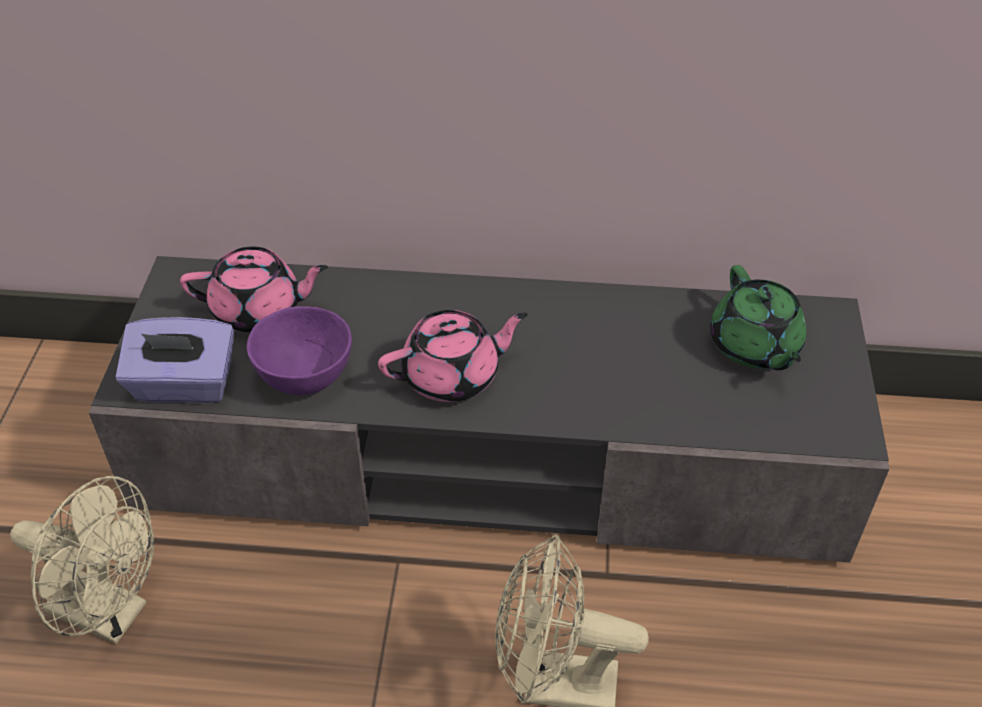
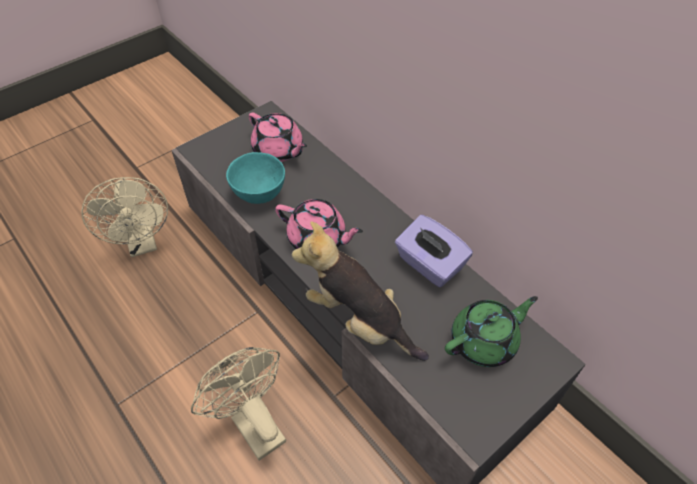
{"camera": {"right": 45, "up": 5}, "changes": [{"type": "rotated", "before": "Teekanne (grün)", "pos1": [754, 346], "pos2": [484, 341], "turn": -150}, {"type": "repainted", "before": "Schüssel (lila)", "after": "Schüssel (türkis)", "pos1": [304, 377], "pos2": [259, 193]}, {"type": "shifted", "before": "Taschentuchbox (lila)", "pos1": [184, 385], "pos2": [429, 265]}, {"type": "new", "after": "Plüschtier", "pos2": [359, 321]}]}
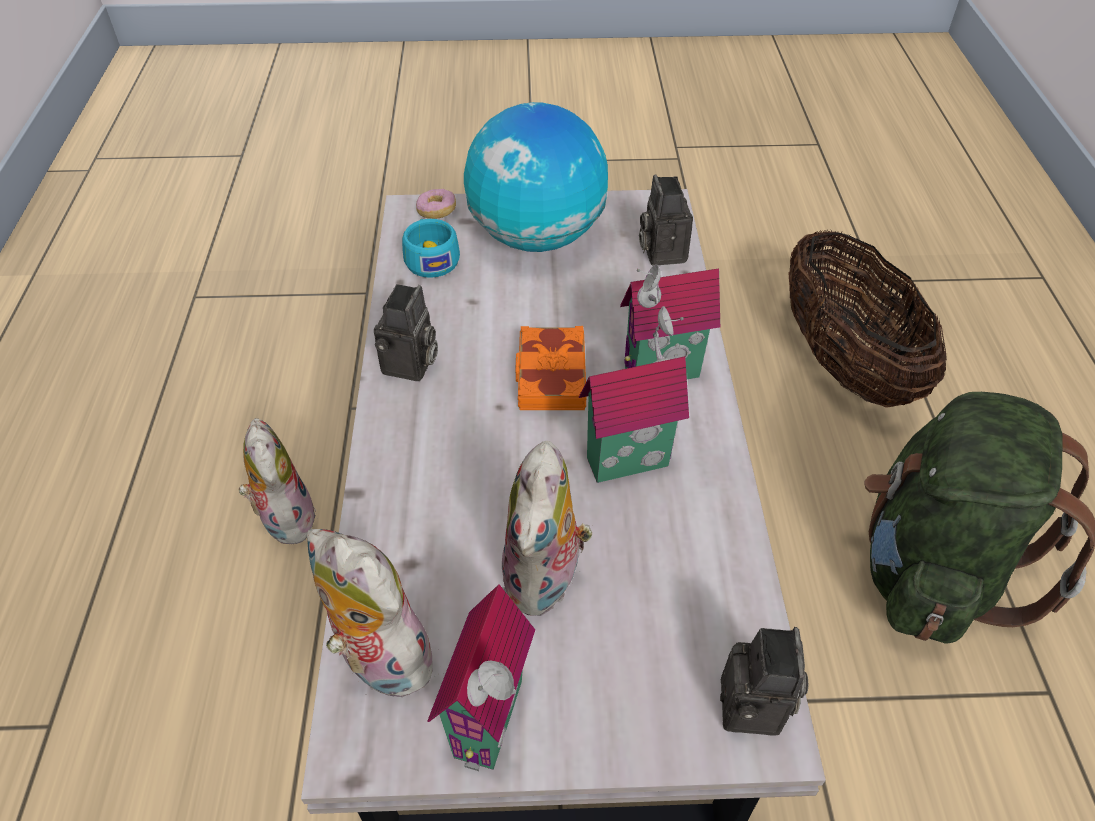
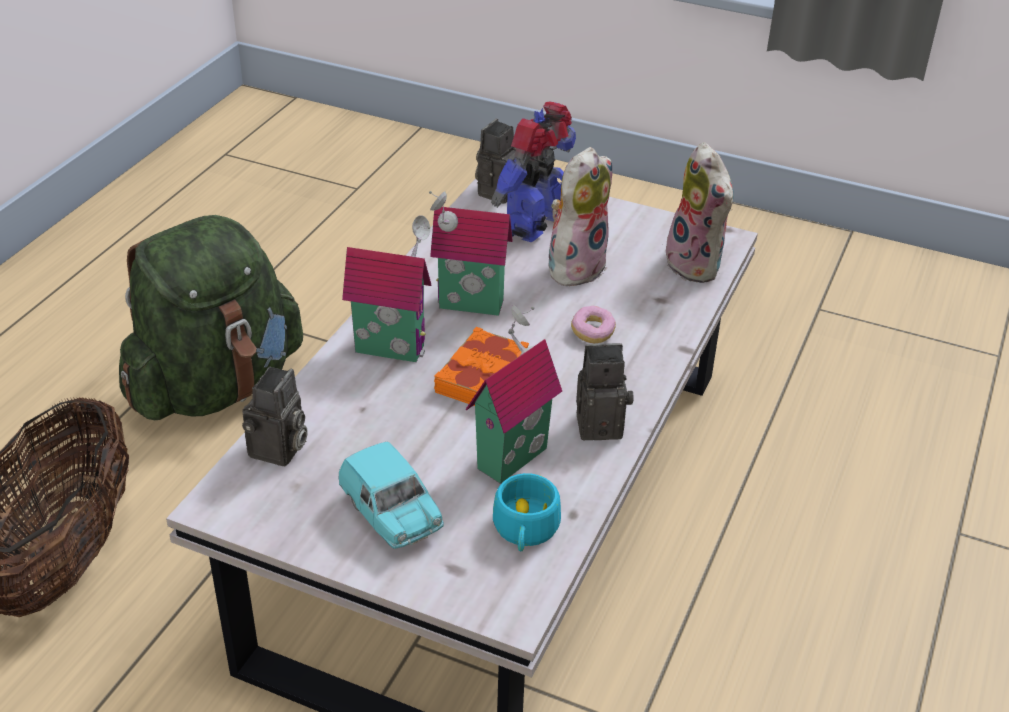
{"camera": {"right": -155, "up": -10}, "changes": [{"type": "swapped", "before": "Globus", "after": "Spielzeugauto (türkis)", "pos1": [536, 237], "pos2": [391, 516]}, {"type": "shifted", "before": "Donut", "pos1": [436, 211], "pos2": [592, 332]}, {"type": "rotated", "before": "Kamera", "pos1": [410, 366], "pos2": [601, 424], "turn": 45}, {"type": "gone", "before": "Plüschtier", "pos1": [284, 517]}, {"type": "shifted", "before": "Spielzeughaus", "pos1": [495, 722], "pos2": [509, 455]}, {"type": "new", "after": "Spielzeugroboter", "pos2": [537, 224]}]}
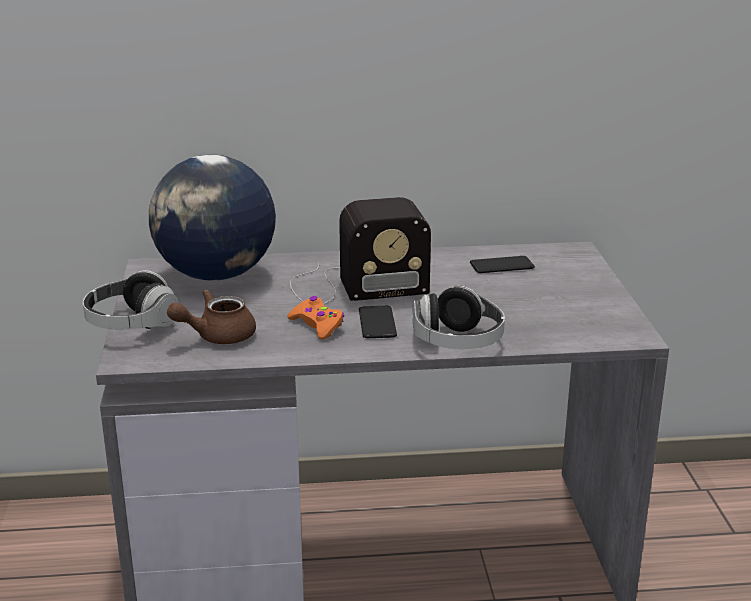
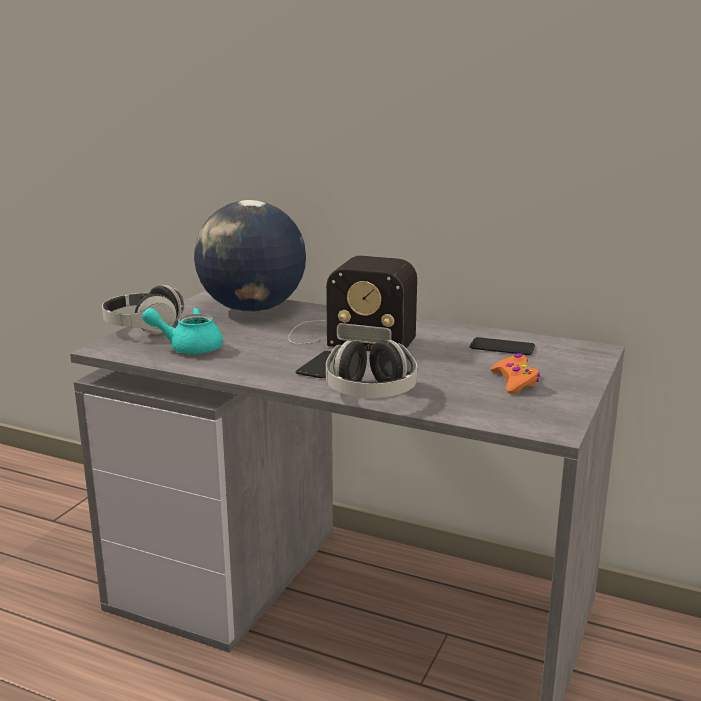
{"camera": {"right": 30, "up": -5}, "changes": [{"type": "repainted", "before": "Teekanne (braun)", "after": "Teekanne (türkis)", "pos1": [217, 336], "pos2": [188, 347]}, {"type": "shifted", "before": "Gamepad (orange)", "pos1": [317, 325], "pos2": [515, 381]}]}
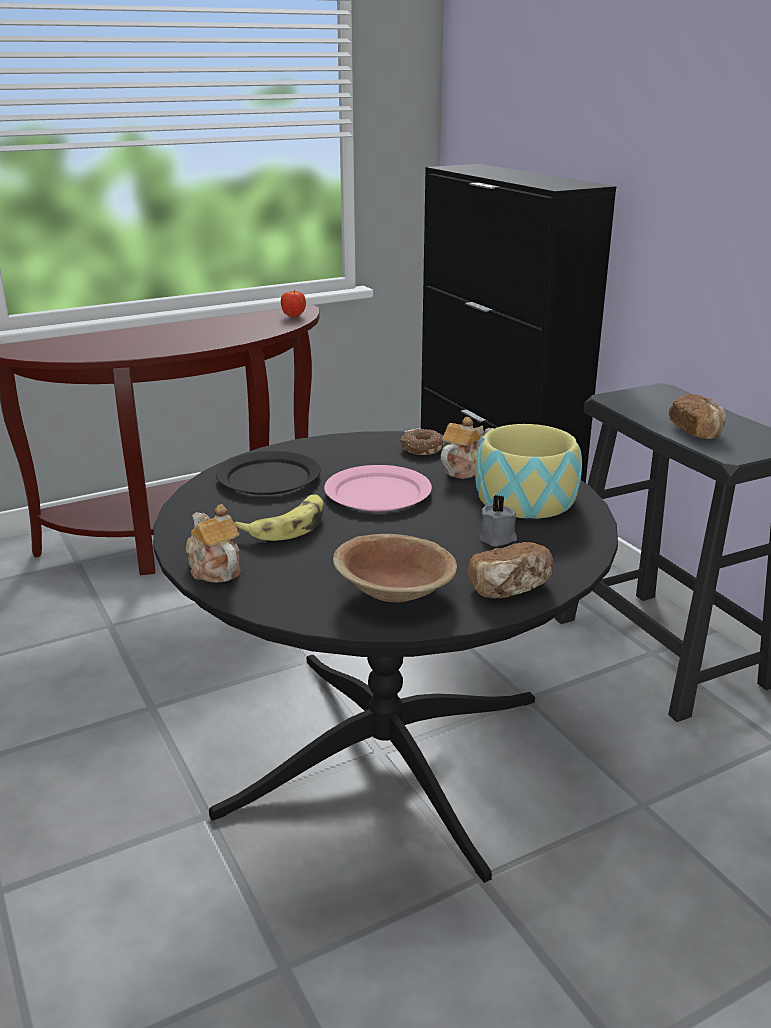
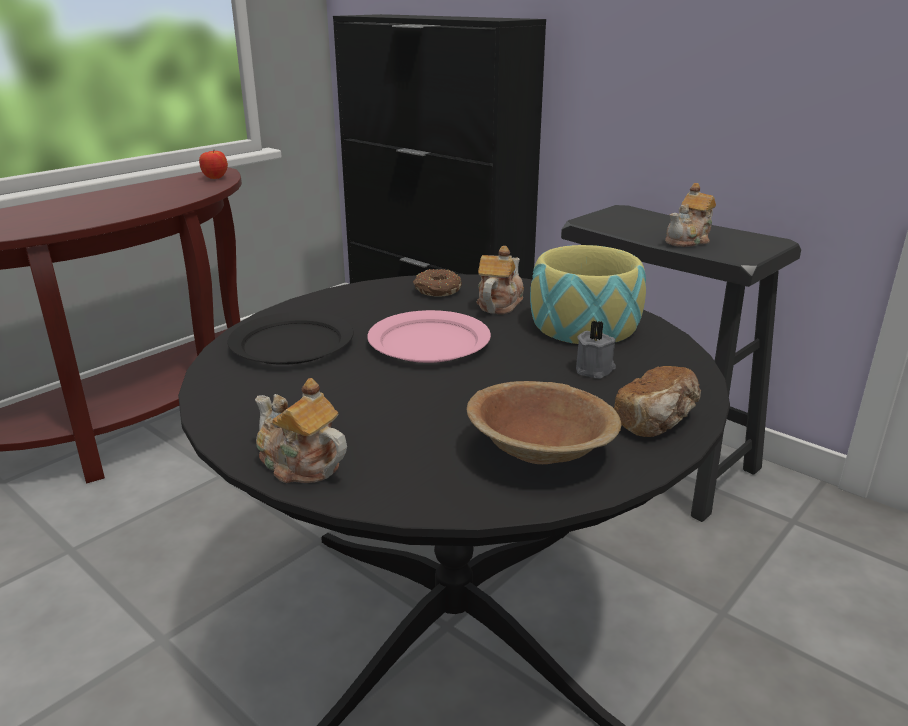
{"camera": {"right": -20, "up": 0}, "changes": [{"type": "swapped", "before": "Brot", "after": "Teekanne", "pos1": [696, 431], "pos2": [689, 240]}, {"type": "gone", "before": "Banane", "pos1": [287, 526]}]}
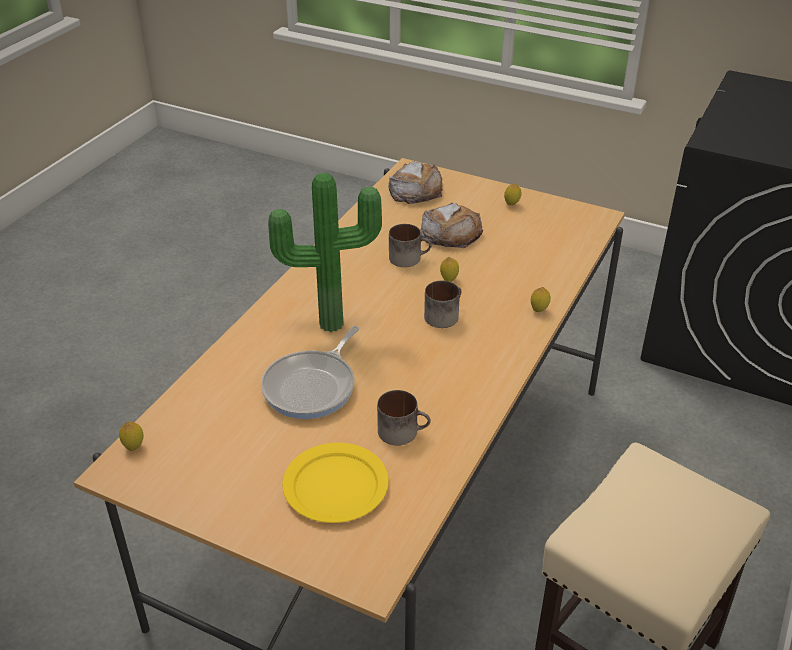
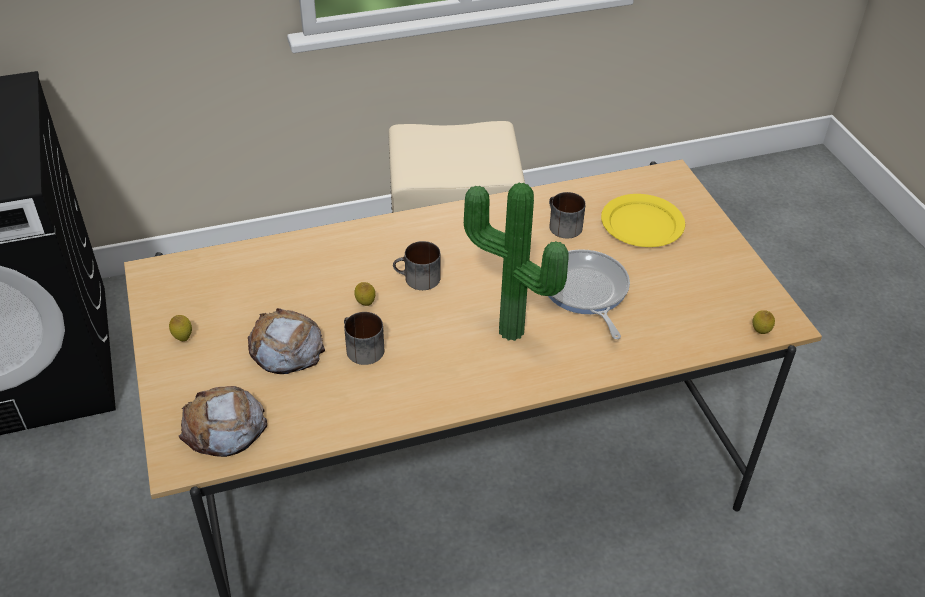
{"camera": {"right": -135, "up": 5}, "changes": [{"type": "gone", "before": "Zitrone", "pos1": [539, 310]}, {"type": "rotated", "before": "Pfanne", "pos1": [313, 386], "pos2": [585, 291], "turn": -90}]}
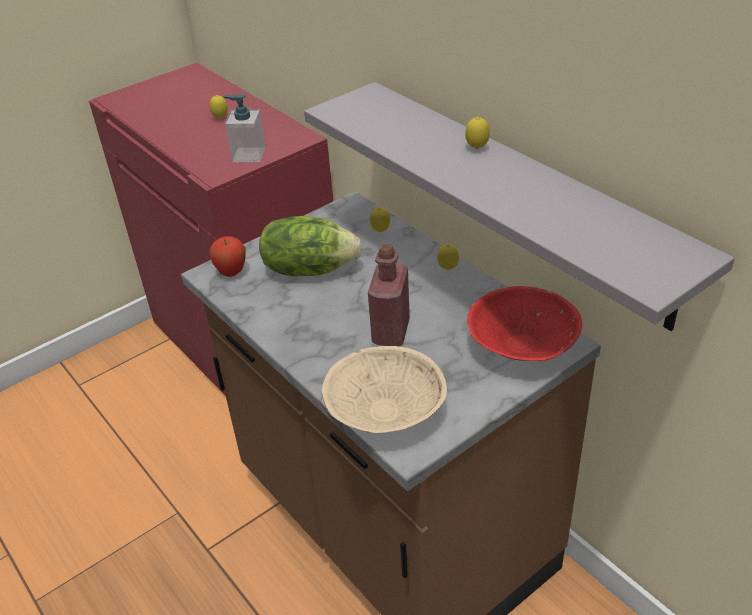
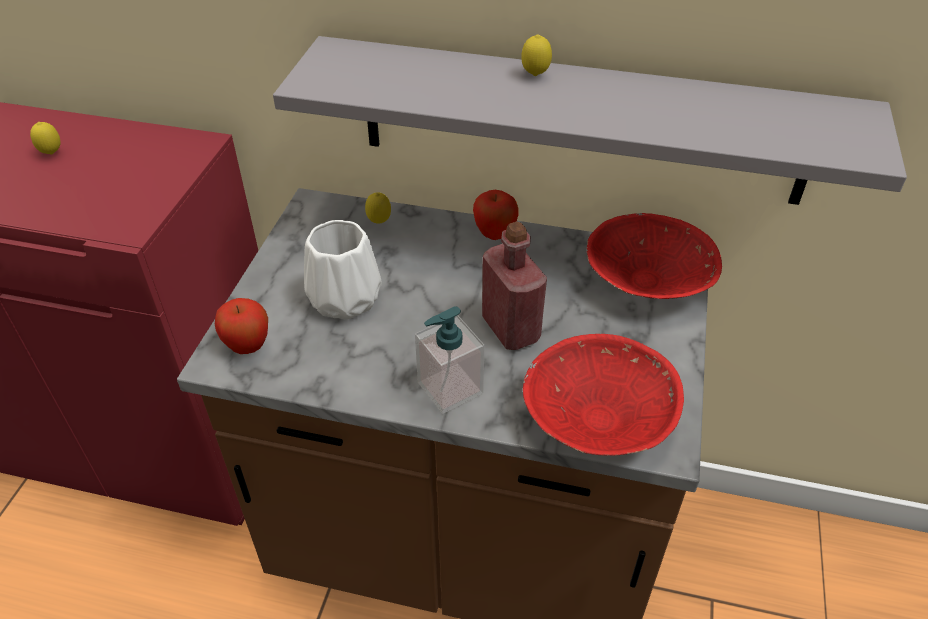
{"camera": {"right": -40, "up": 5}, "changes": [{"type": "shifted", "before": "Seifenspender", "pos1": [248, 155], "pos2": [449, 388]}, {"type": "swapped", "before": "Salatkopf", "after": "Vase (weiß)", "pos1": [309, 269], "pos2": [342, 299]}, {"type": "swapped", "before": "Zitrone", "after": "Apfel", "pos1": [448, 269], "pos2": [494, 234]}, {"type": "repainted", "before": "Schüssel (beige)", "after": "Schüssel (rot)", "pos1": [383, 410], "pos2": [596, 418]}]}
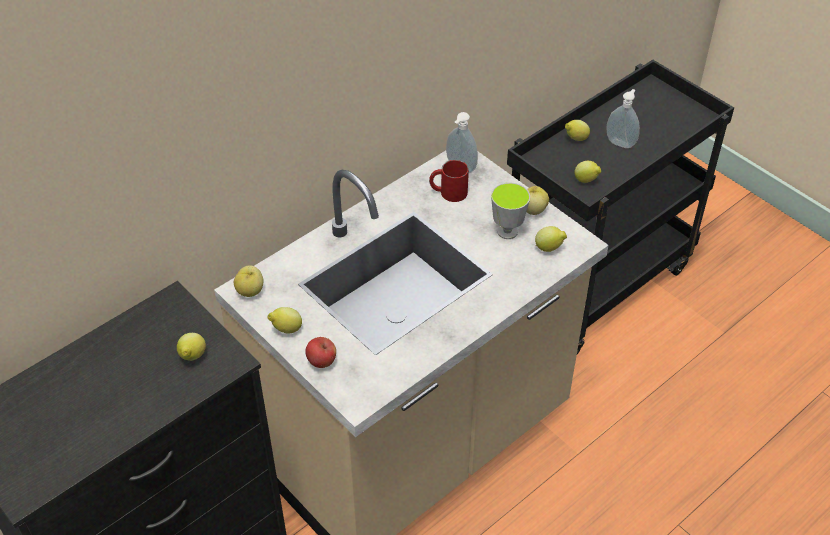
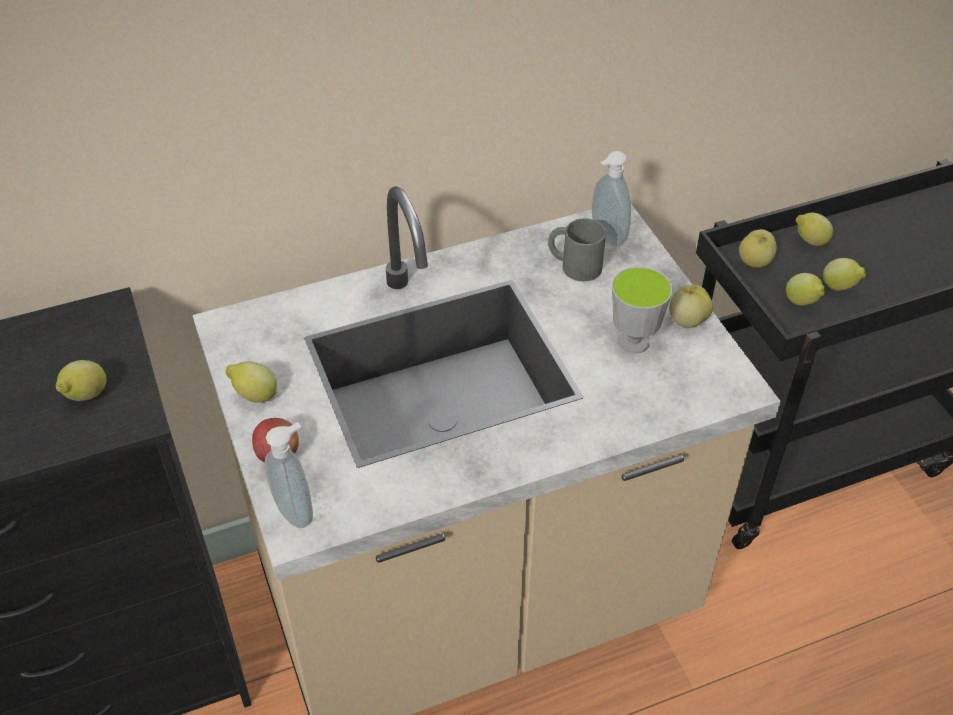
{"camera": {"right": 20, "up": 0}, "changes": [{"type": "shifted", "before": "Seifenspender", "pos1": [621, 142], "pos2": [296, 510]}, {"type": "repainted", "before": "Henkelbecher (rot)", "after": "Henkelbecher (grau)", "pos1": [448, 192], "pos2": [574, 265]}, {"type": "shifted", "before": "Zitrone", "pos1": [549, 248], "pos2": [839, 288]}, {"type": "shifted", "before": "Apfel", "pos1": [250, 291], "pos2": [755, 262]}]}
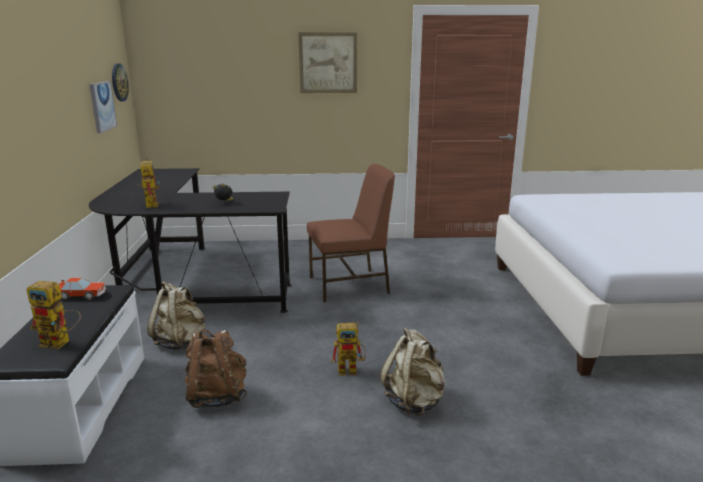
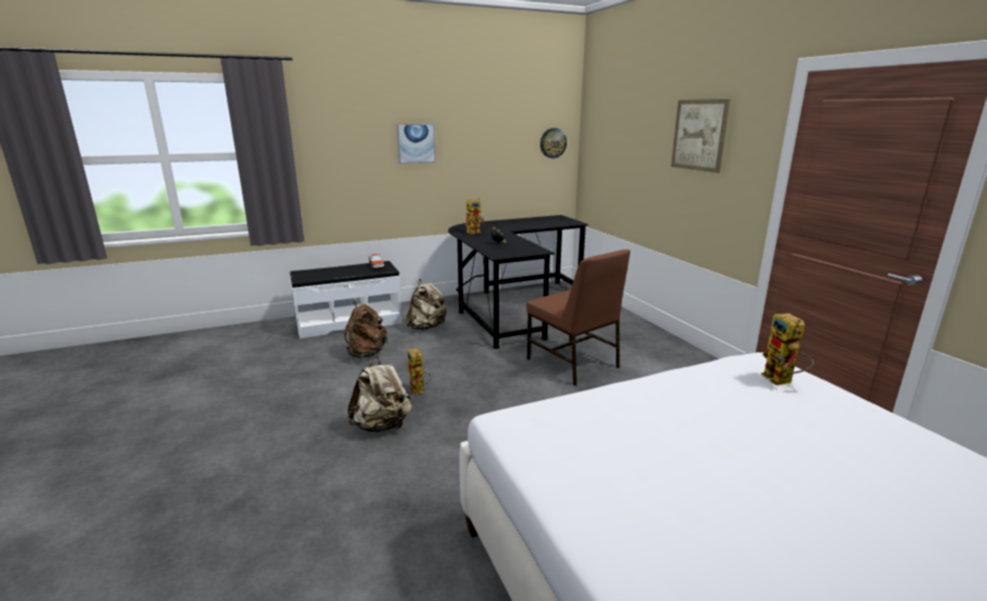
{"camera": {"right": 70, "up": 0}, "changes": [{"type": "shifted", "before": "Bild", "pos1": [102, 106], "pos2": [416, 143]}, {"type": "shifted", "before": "Spielzeugroboter", "pos1": [61, 343], "pos2": [782, 381]}]}
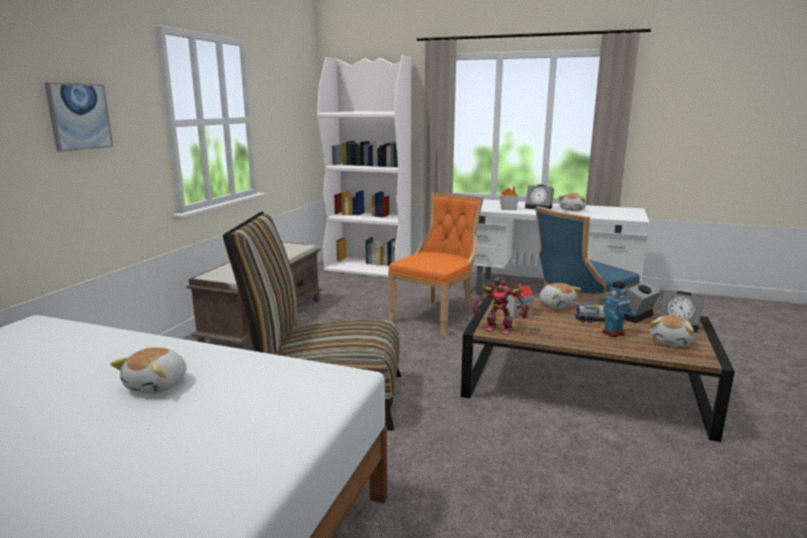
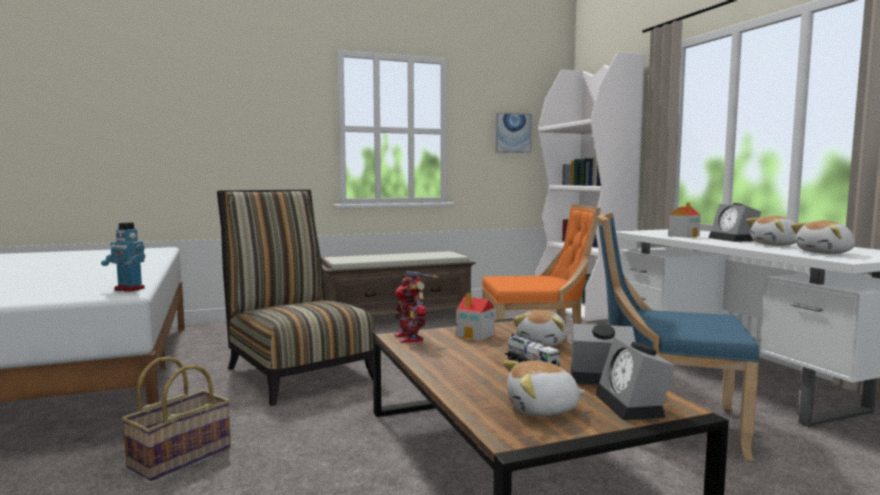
{"camera": {"right": 50, "up": -10}, "changes": [{"type": "shifted", "before": "Bild", "pos1": [79, 116], "pos2": [512, 133]}, {"type": "shifted", "before": "Spielzeugroboter", "pos1": [614, 333], "pos2": [129, 289]}, {"type": "shifted", "before": "Plüschtier", "pos1": [158, 385], "pos2": [826, 253]}, {"type": "new", "after": "Korb", "pos2": [180, 456]}]}
